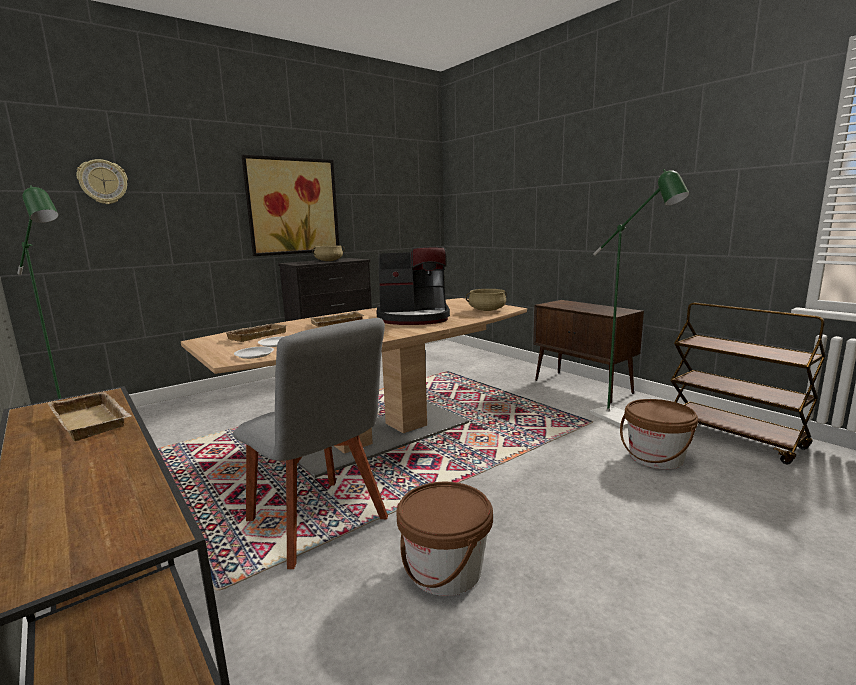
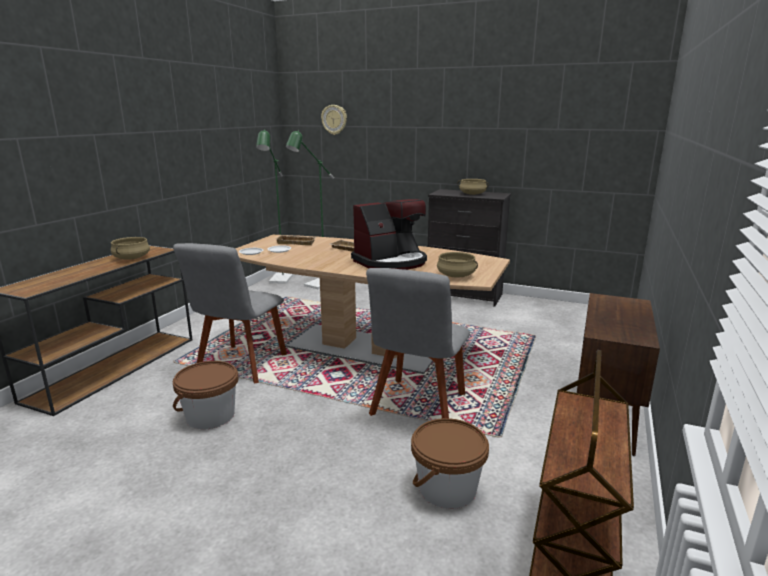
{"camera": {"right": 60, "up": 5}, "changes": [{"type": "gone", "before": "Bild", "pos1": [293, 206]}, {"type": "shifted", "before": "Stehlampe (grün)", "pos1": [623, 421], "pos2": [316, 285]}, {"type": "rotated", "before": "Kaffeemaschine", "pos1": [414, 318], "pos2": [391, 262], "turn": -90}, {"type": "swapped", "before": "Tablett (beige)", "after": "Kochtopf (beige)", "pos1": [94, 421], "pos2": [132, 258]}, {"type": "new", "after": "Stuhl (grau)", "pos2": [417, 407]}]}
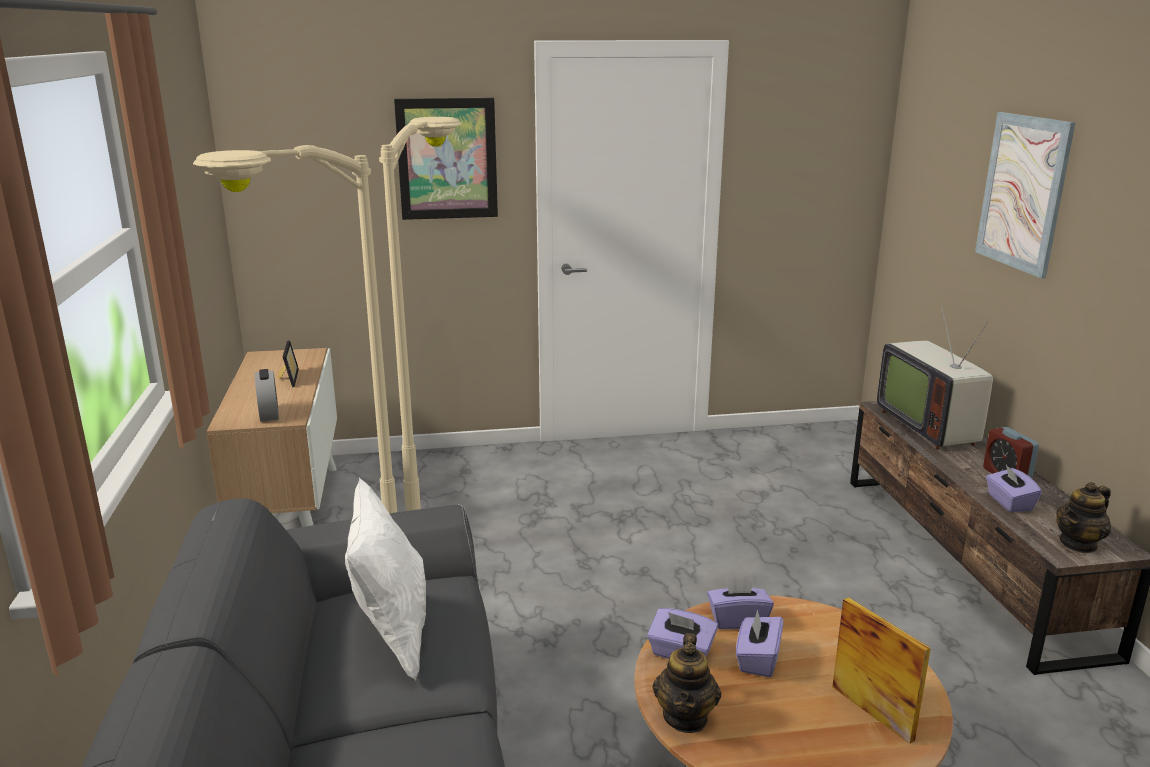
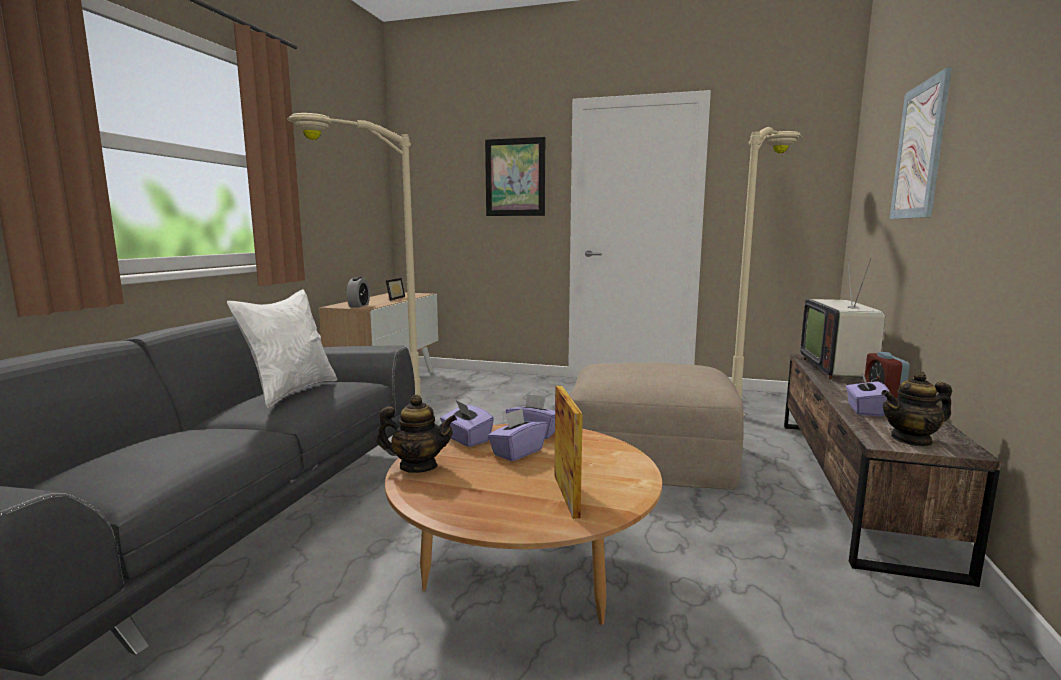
{"camera": {"right": 25, "up": -10}, "changes": [{"type": "shifted", "before": "Stehlampe (beige)", "pos1": [443, 484], "pos2": [753, 402]}, {"type": "rotated", "before": "Teekanne", "pos1": [686, 717], "pos2": [418, 466], "turn": -120}, {"type": "new", "after": "Polsterhocker (beige)", "pos2": [649, 456]}]}
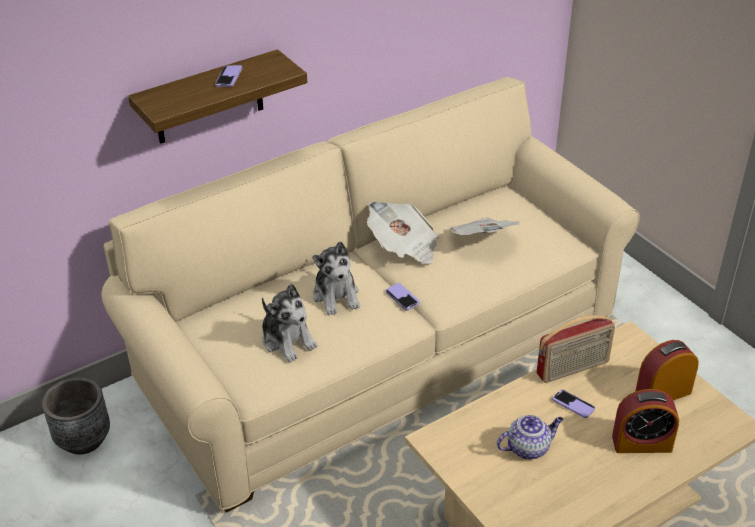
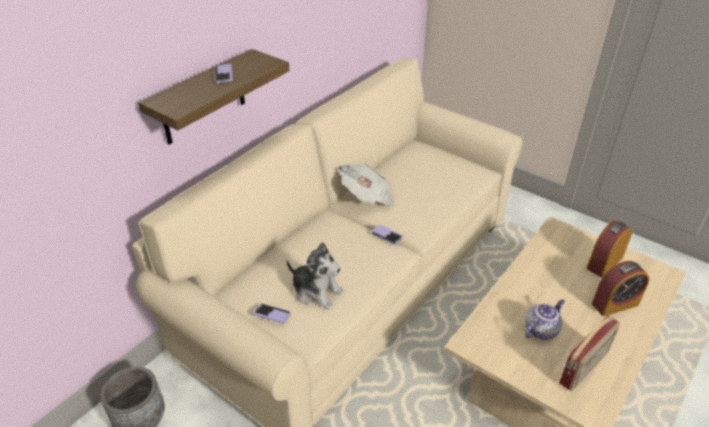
{"camera": {"right": -20, "up": 0}, "changes": [{"type": "gone", "before": "Zeitung", "pos1": [482, 241]}, {"type": "gone", "before": "Plüschtier", "pos1": [336, 296]}, {"type": "shifted", "before": "Radio", "pos1": [573, 369], "pos2": [584, 368]}, {"type": "shifted", "before": "Handy", "pos1": [573, 404], "pos2": [272, 314]}]}
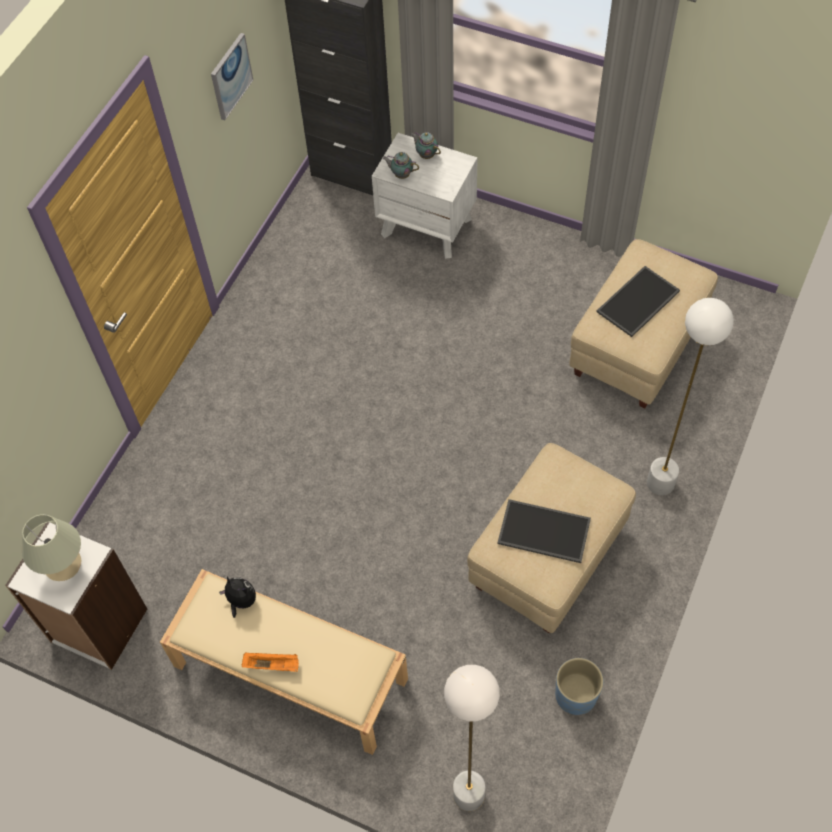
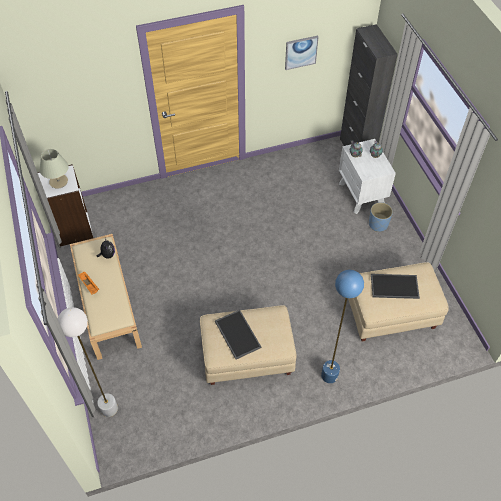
{"camera": {"right": 45, "up": -5}, "changes": [{"type": "repainted", "before": "Stehlampe (weiß)", "after": "Stehlampe (blau)", "pos1": [660, 483], "pos2": [329, 375]}, {"type": "shifted", "before": "Pflanzkübel (blau)", "pos1": [576, 695], "pos2": [378, 224]}]}
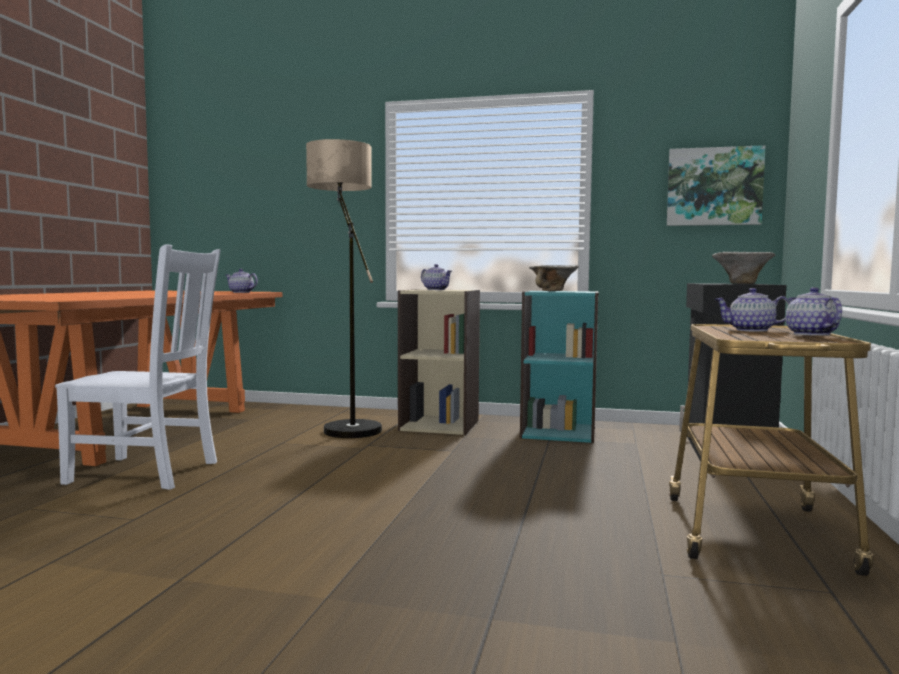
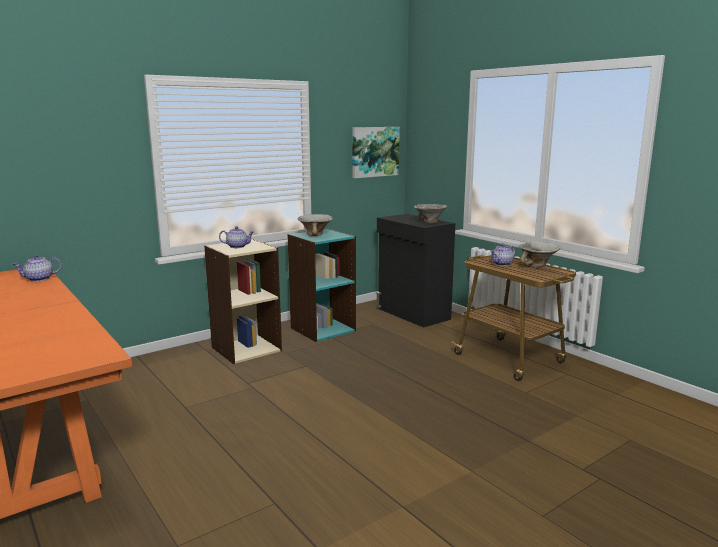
{"camera": {"right": -50, "up": 10}, "changes": [{"type": "gone", "before": "Stehlampe", "pos1": [346, 426]}, {"type": "gone", "before": "Stuhl (weiß)", "pos1": [148, 473]}, {"type": "swapped", "before": "Teekanne", "after": "Schüssel", "pos1": [810, 334], "pos2": [537, 266]}]}
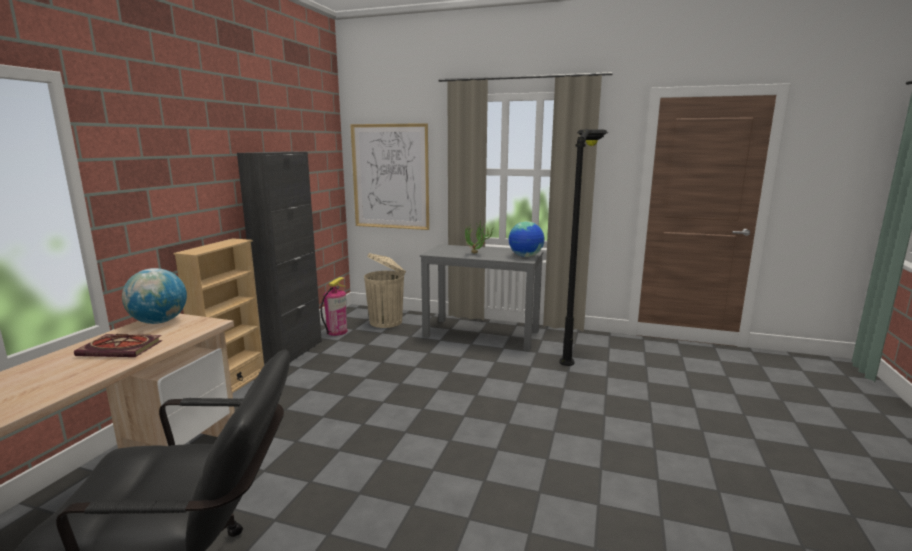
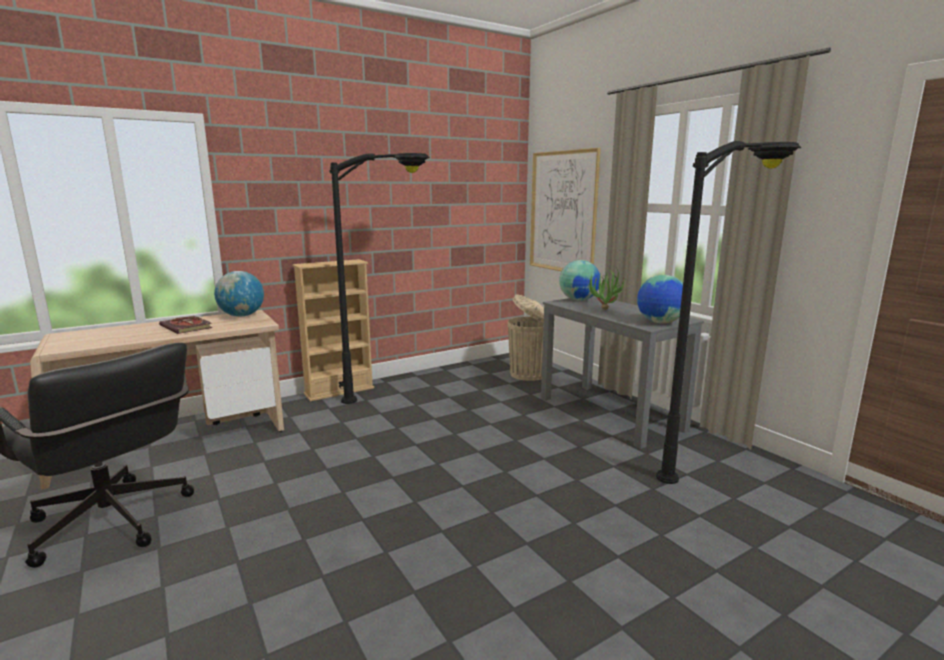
{"camera": {"right": 40, "up": 0}, "changes": [{"type": "gone", "before": "Schrank (schwarz)", "pos1": [292, 351]}, {"type": "gone", "before": "Feuerlöscher", "pos1": [337, 331]}, {"type": "new", "after": "Stehlampe (schwarz)", "pos2": [398, 400]}, {"type": "new", "after": "Globus", "pos2": [579, 300]}]}
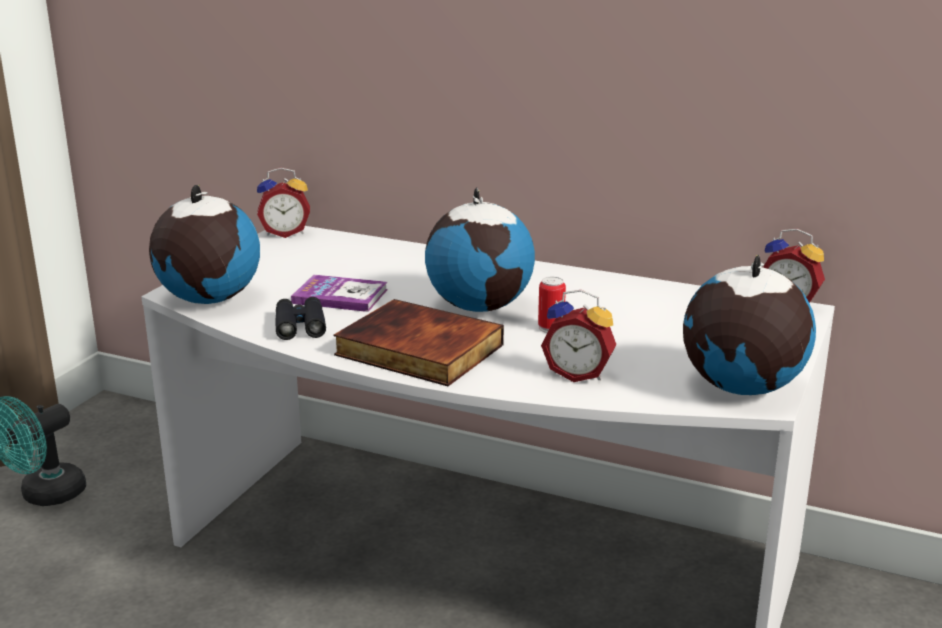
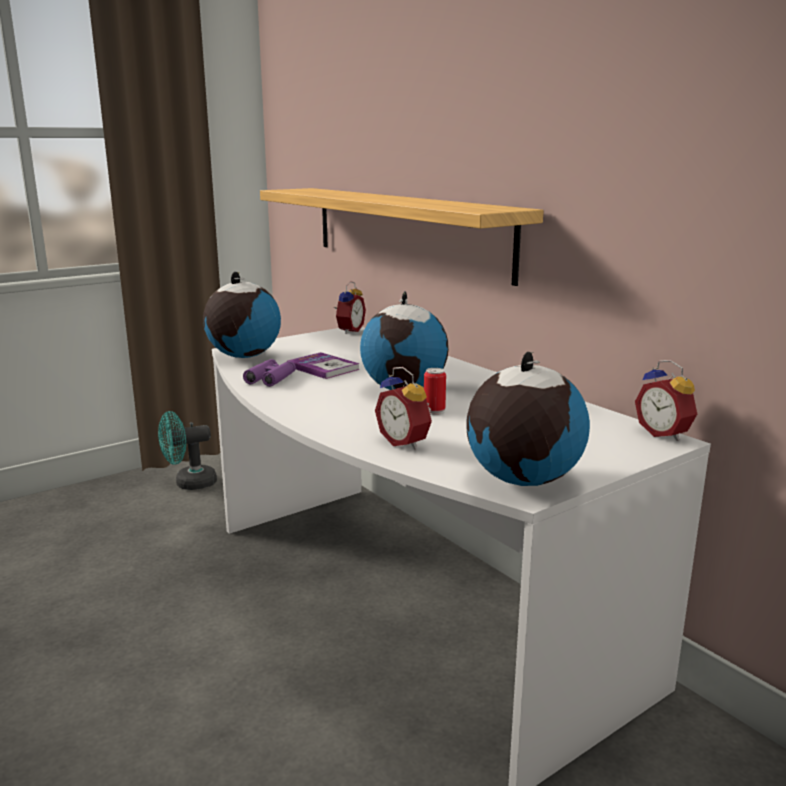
{"camera": {"right": 30, "up": -5}, "changes": [{"type": "rotated", "before": "Wecker", "pos1": [285, 233], "pos2": [348, 331], "turn": -90}, {"type": "repainted", "before": "Fernglas (schwarz)", "after": "Fernglas (lila)", "pos1": [300, 326], "pos2": [271, 378]}, {"type": "gone", "before": "Buch", "pos1": [417, 351]}, {"type": "new", "after": "Wandregal", "pos2": [406, 230]}]}
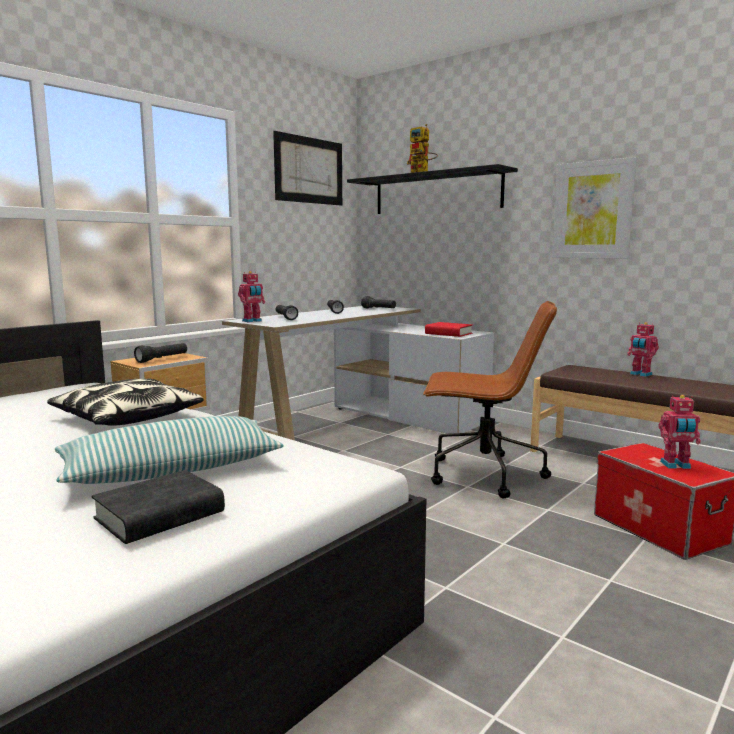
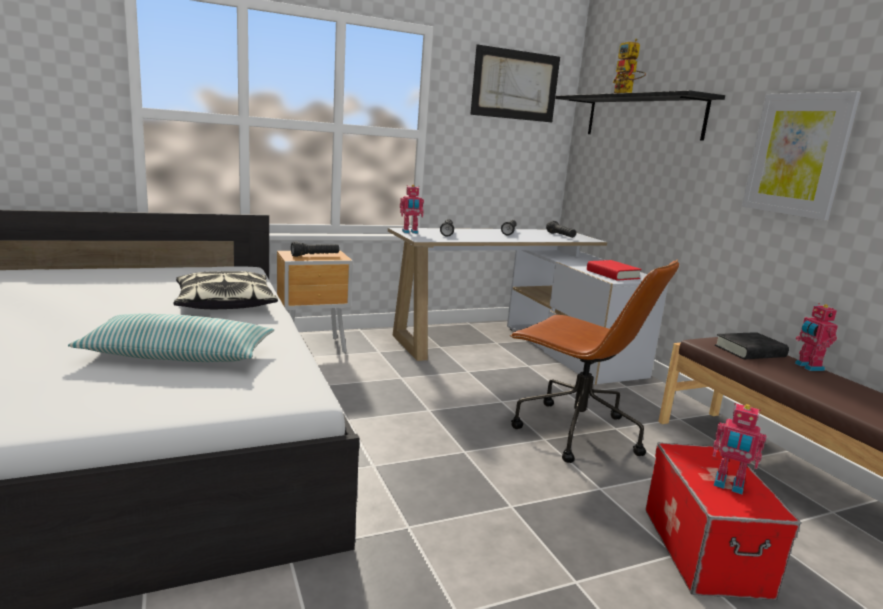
{"camera": {"right": 25, "up": 5}, "changes": [{"type": "shifted", "before": "Buch (schwarz)", "pos1": [160, 515], "pos2": [750, 351]}]}
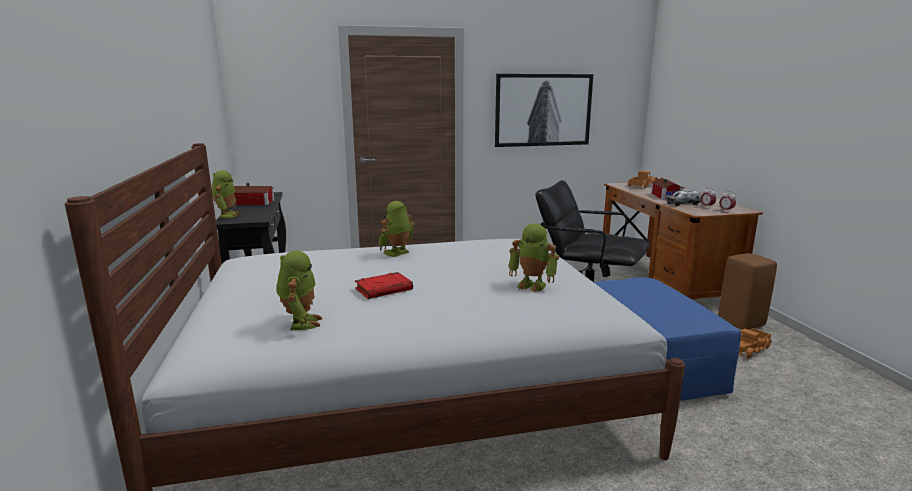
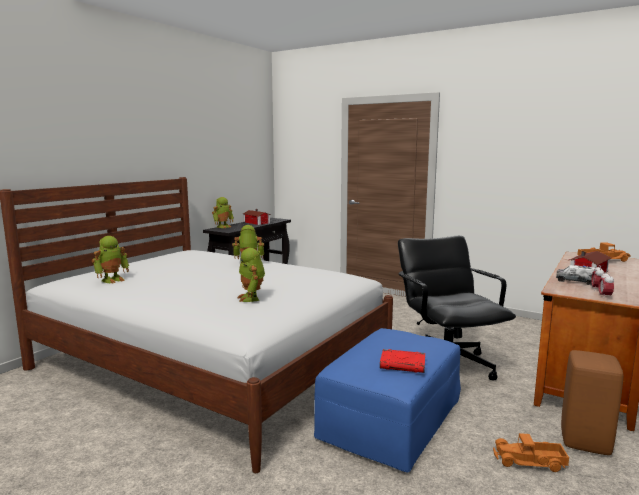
{"camera": {"right": 45, "up": -5}, "changes": [{"type": "gone", "before": "Bild", "pos1": [543, 110]}, {"type": "shifted", "before": "Buch (rot)", "pos1": [384, 289], "pos2": [403, 364]}]}
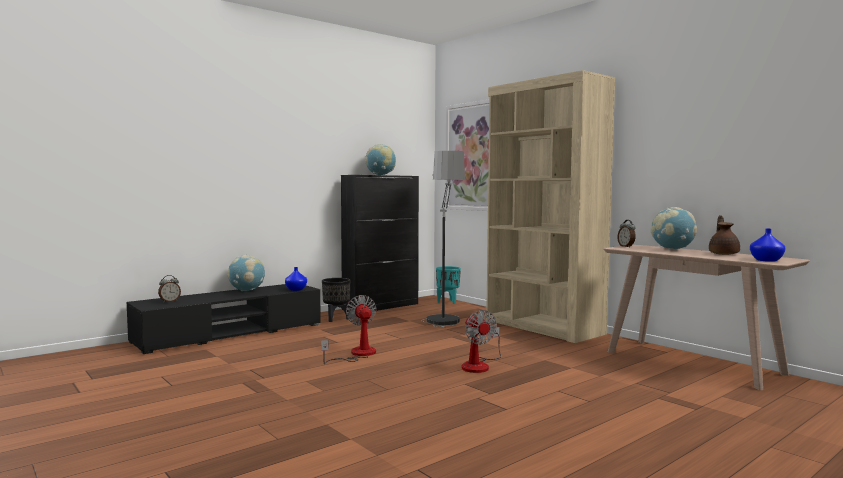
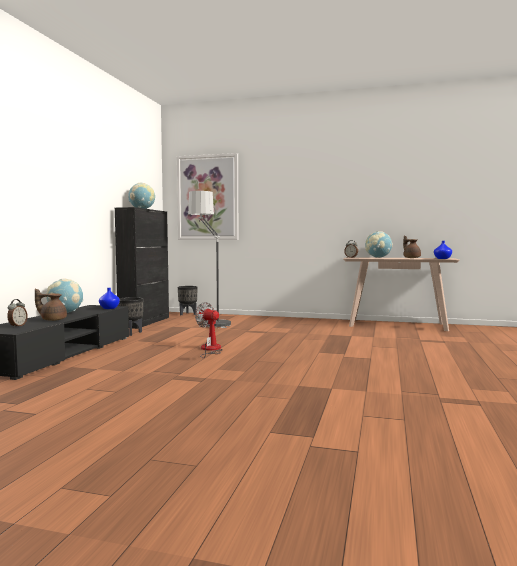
{"camera": {"right": -35, "up": 0}, "changes": [{"type": "gone", "before": "Bücherregal (beige)", "pos1": [543, 327]}, {"type": "repainted", "before": "Pflanzkübel (türkis)", "after": "Pflanzkübel (schwarz)", "pos1": [448, 302], "pos2": [188, 314]}, {"type": "gone", "before": "Ventilator", "pos1": [479, 365]}, {"type": "new", "after": "Teekanne (braun)", "pos2": [52, 320]}]}
